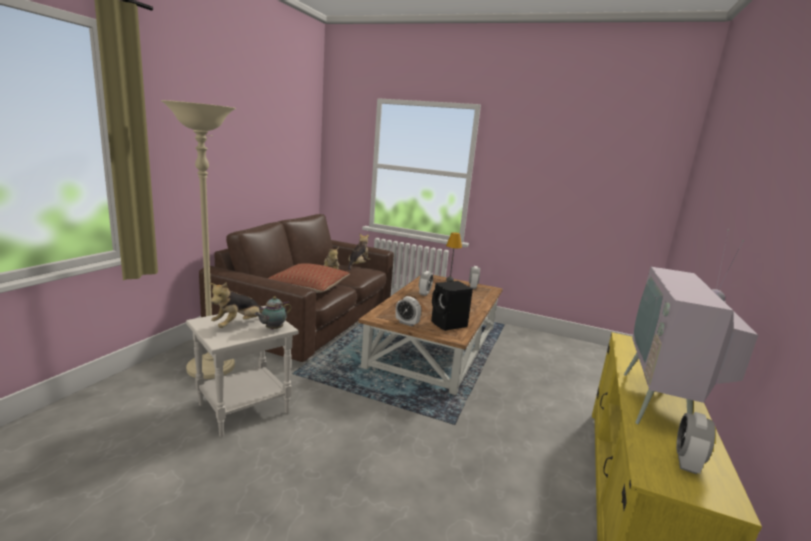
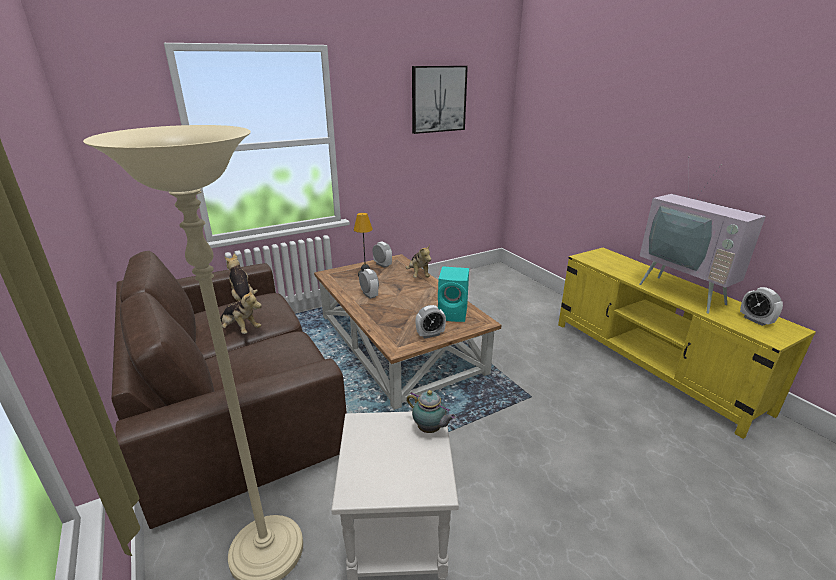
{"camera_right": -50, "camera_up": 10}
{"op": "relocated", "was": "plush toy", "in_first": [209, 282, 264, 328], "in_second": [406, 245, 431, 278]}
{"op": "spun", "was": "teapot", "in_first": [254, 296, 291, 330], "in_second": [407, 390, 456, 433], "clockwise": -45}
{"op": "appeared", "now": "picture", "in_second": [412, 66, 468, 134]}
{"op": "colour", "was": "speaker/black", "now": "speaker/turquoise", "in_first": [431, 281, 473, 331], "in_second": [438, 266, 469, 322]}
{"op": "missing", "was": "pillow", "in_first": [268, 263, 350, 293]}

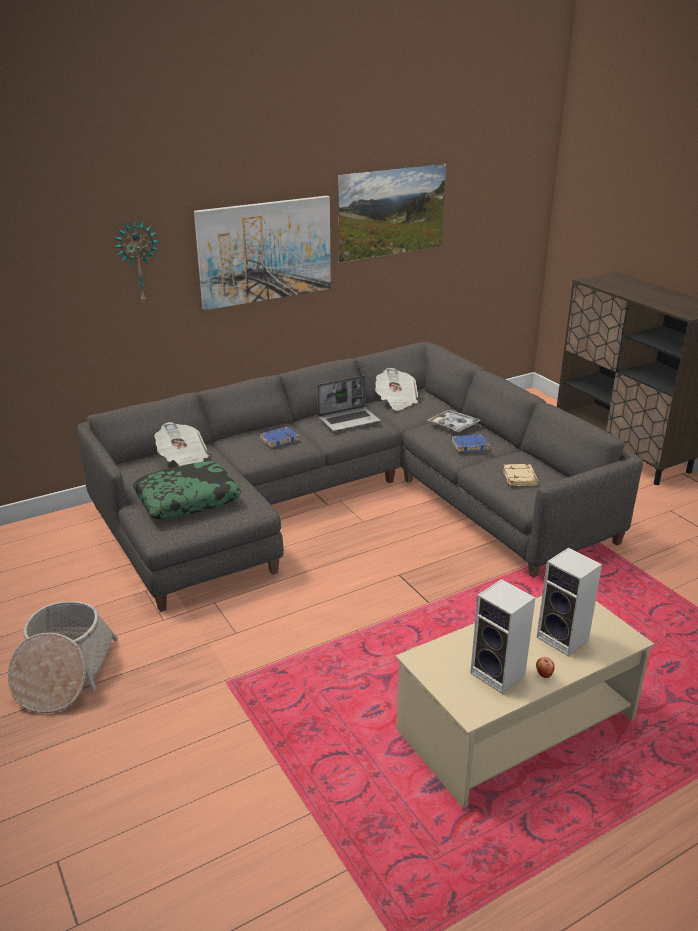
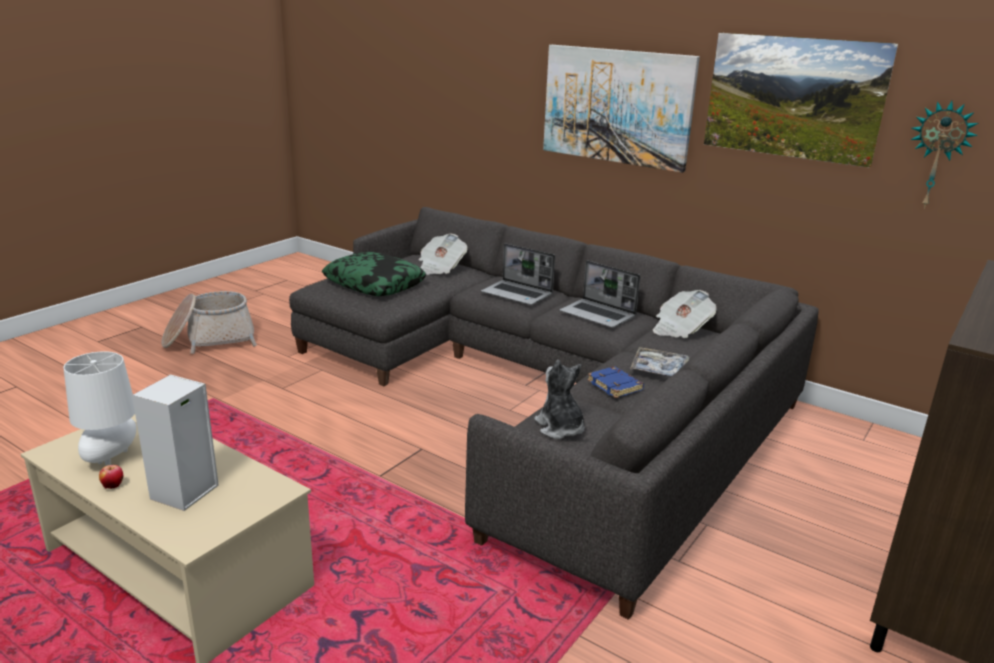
{"camera_right": 65, "camera_up": -5}
{"op": "exchanged", "was": "speaker", "now": "table lamp/white", "in_first": [470, 579, 536, 694], "in_second": [64, 351, 136, 466]}
{"op": "exchanged", "was": "book/blue", "now": "laptop", "in_first": [259, 427, 299, 448], "in_second": [481, 243, 555, 305]}
{"op": "exchanged", "was": "book/beige", "now": "plush toy", "in_first": [503, 464, 539, 486], "in_second": [534, 360, 585, 439]}
{"op": "relocated", "was": "wall clock", "in_first": [114, 220, 159, 302], "in_second": [911, 101, 978, 209]}

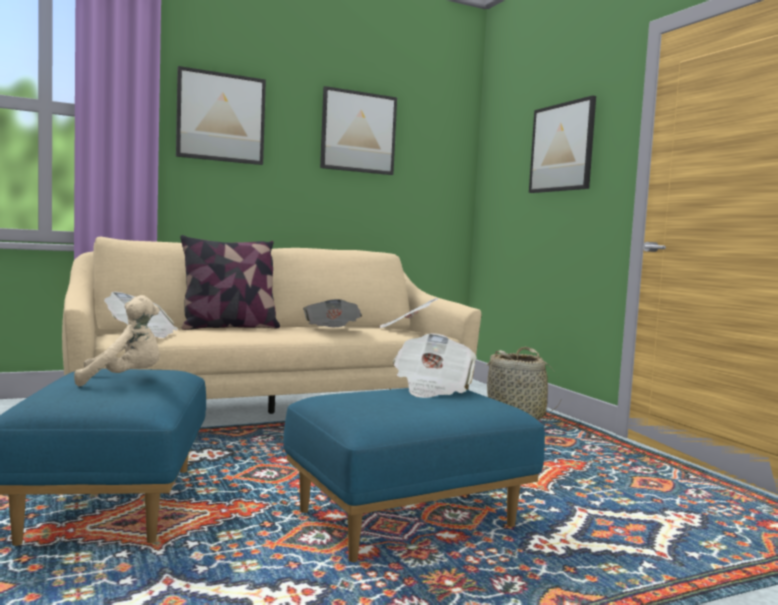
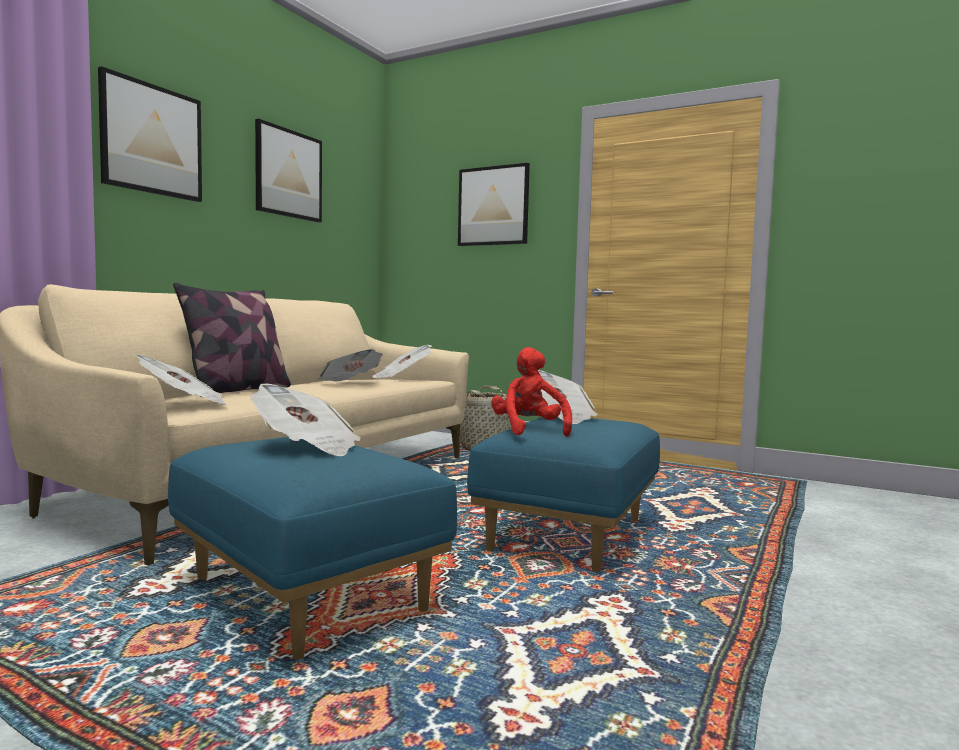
{"camera_right": -35, "camera_up": 0}
{"op": "exchanged", "was": "plush toy/beige", "now": "newspaper", "in_first": [74, 295, 160, 387], "in_second": [250, 384, 361, 456]}
{"op": "appeared", "now": "plush toy/red", "in_second": [491, 347, 572, 437]}

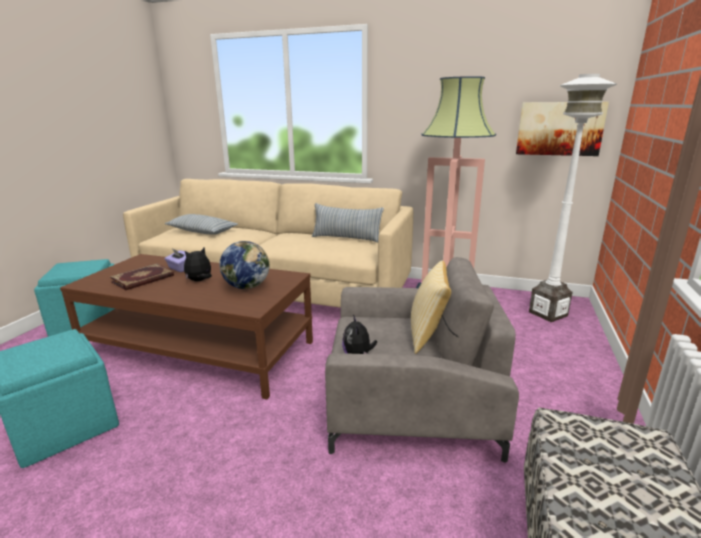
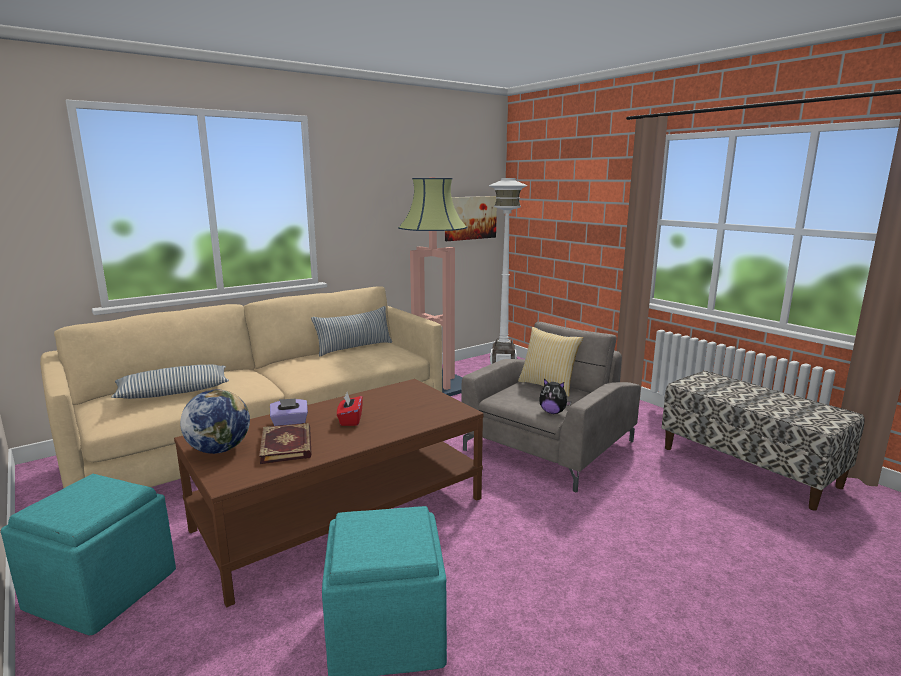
{"camera_right": -55, "camera_up": -5}
{"op": "relocated", "was": "globe", "in_first": [219, 241, 269, 289], "in_second": [180, 389, 250, 454]}
{"op": "exchanged", "was": "plush toy", "now": "tissue box/red", "in_first": [184, 248, 212, 281], "in_second": [337, 392, 363, 426]}

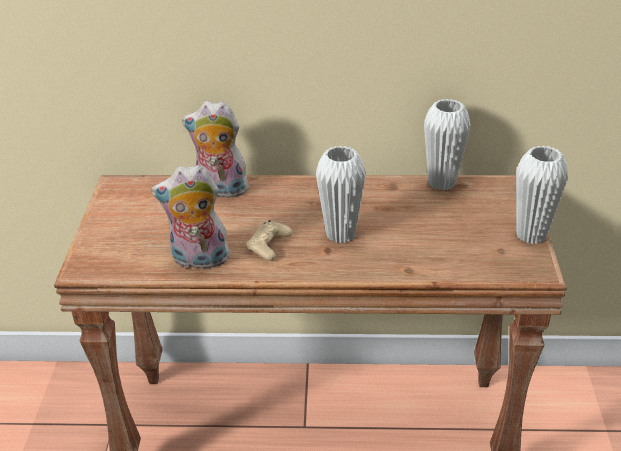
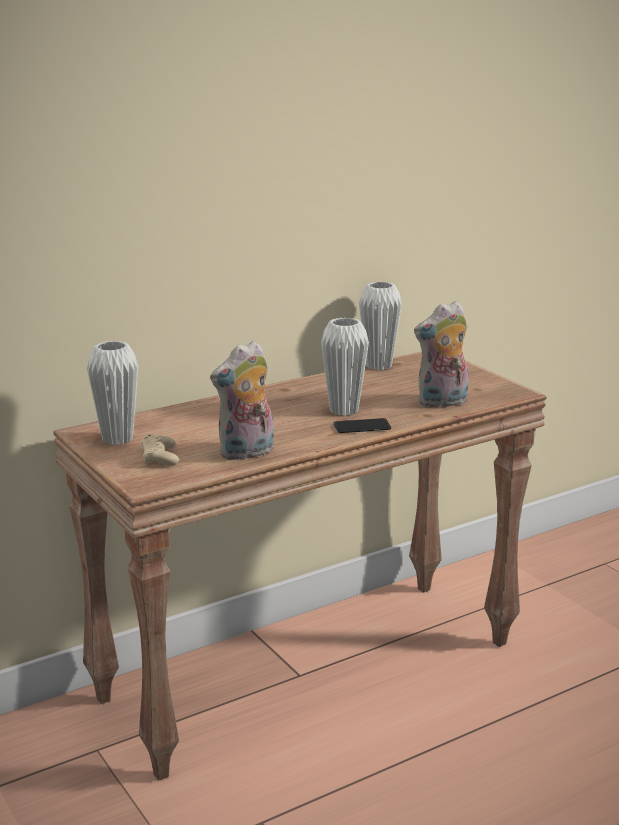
{"camera_right": -35, "camera_up": -15}
{"op": "relocated", "was": "vase/white", "in_first": [516, 145, 568, 244], "in_second": [87, 341, 138, 445]}
{"op": "relocated", "was": "game controller/beige", "in_first": [247, 220, 293, 261], "in_second": [141, 435, 179, 465]}
{"op": "appeared", "now": "phone", "in_second": [334, 418, 391, 433]}
{"op": "relocated", "was": "plush toy", "in_first": [182, 101, 251, 198], "in_second": [414, 301, 469, 408]}

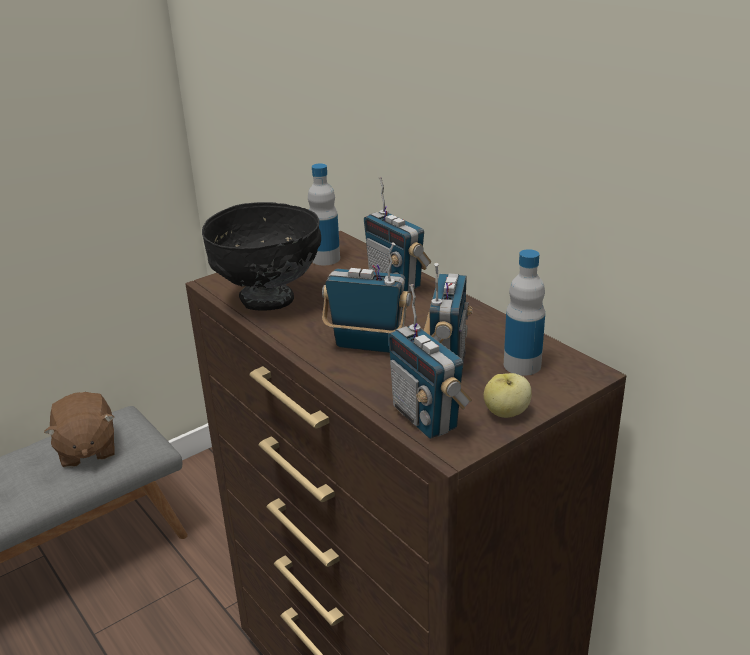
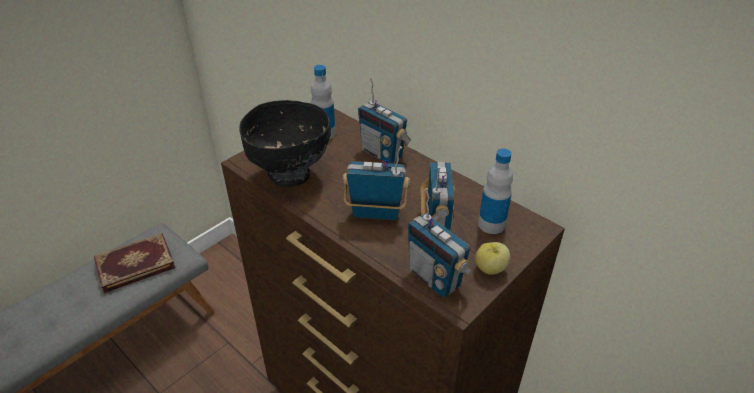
{"camera_right": -10, "camera_up": 10}
{"op": "exchanged", "was": "plush toy/brown", "now": "book", "in_first": [44, 392, 115, 468], "in_second": [94, 233, 176, 293]}

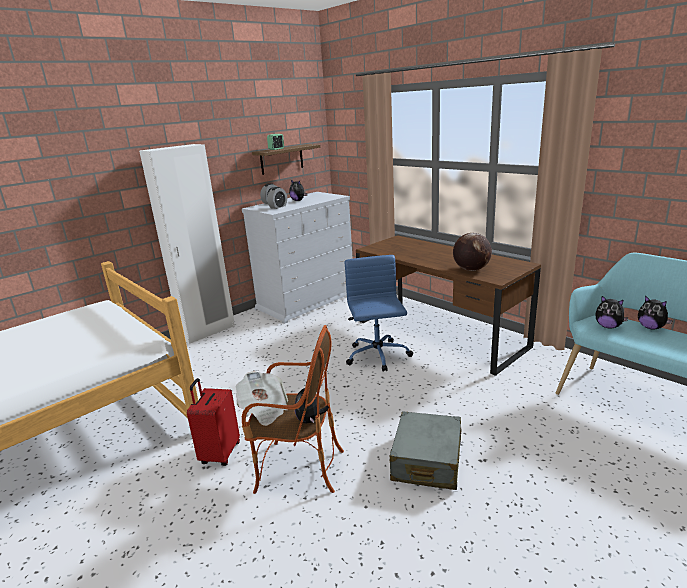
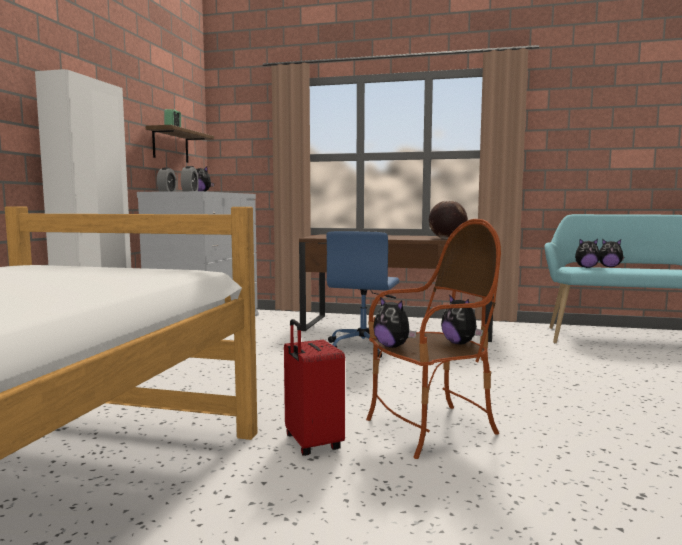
{"camera_right": -35, "camera_up": -15}
{"op": "spun", "was": "office chair/blue", "in_first": [345, 255, 413, 372], "in_second": [326, 231, 399, 358], "clockwise": -120}
{"op": "exchanged", "was": "newspaper", "now": "plush toy", "in_first": [236, 371, 288, 426], "in_second": [373, 297, 417, 348]}
{"op": "missing", "was": "suitcase/grey", "in_first": [390, 411, 462, 490]}

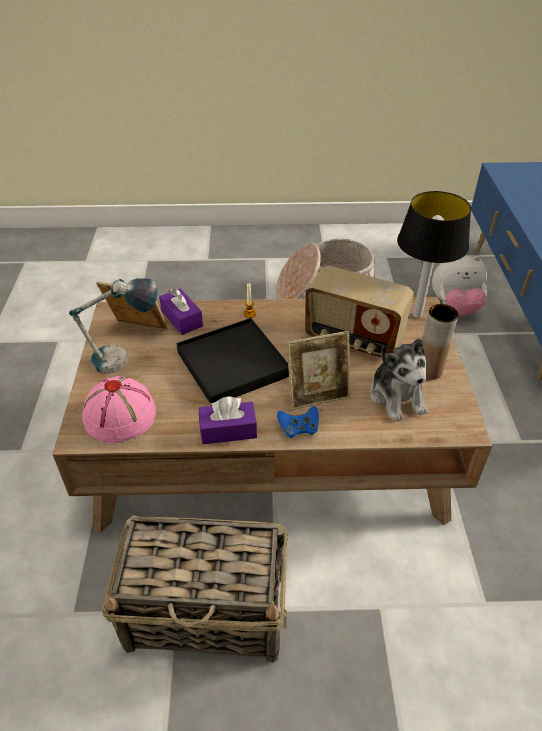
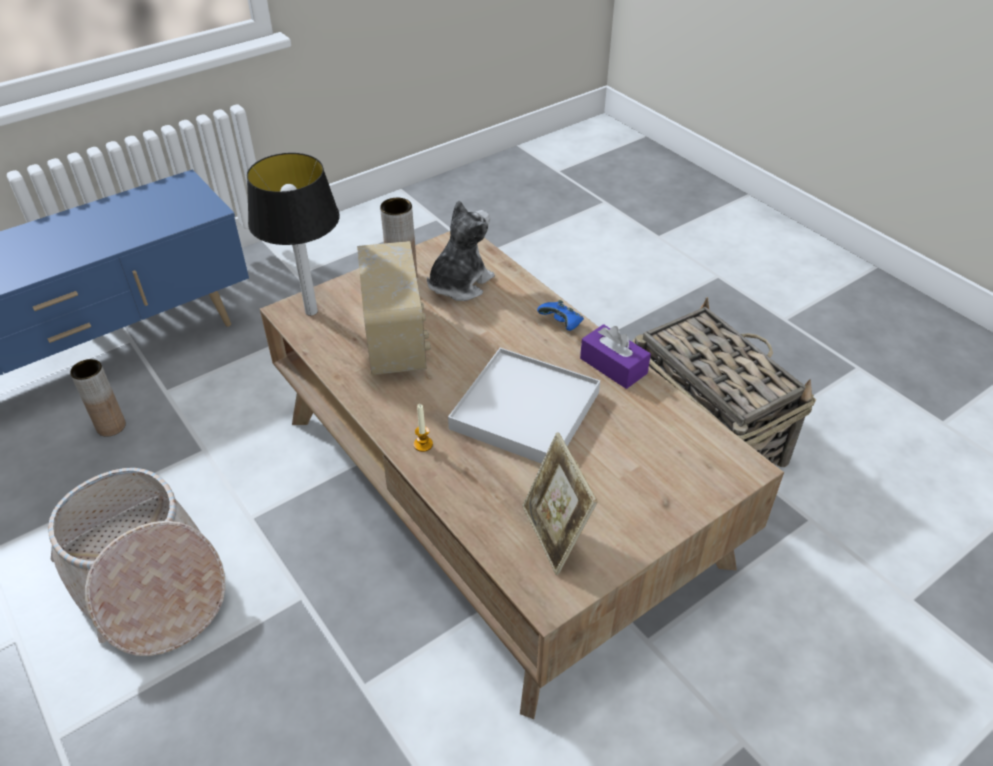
{"camera_right": -125, "camera_up": 0}
{"op": "exchanged", "was": "plush toy", "now": "vase/brown", "in_first": [432, 255, 488, 316], "in_second": [70, 359, 126, 437]}
{"op": "colour", "was": "tray/black", "now": "tray/white", "in_first": [176, 318, 289, 406], "in_second": [448, 348, 600, 464]}
{"op": "missing", "was": "table lamp", "in_first": [69, 278, 158, 374]}
{"op": "missing", "was": "hat/pink", "in_first": [82, 376, 156, 443]}
{"op": "missing", "was": "tissue box/purple", "in_first": [159, 288, 203, 335]}
{"op": "missing", "was": "picture frame", "in_first": [287, 331, 350, 410]}

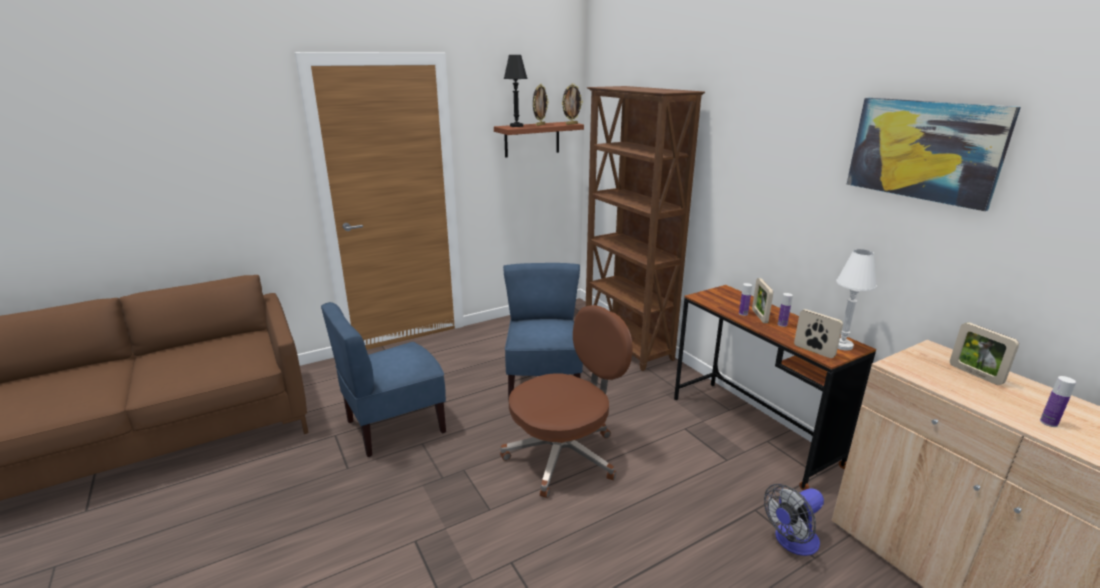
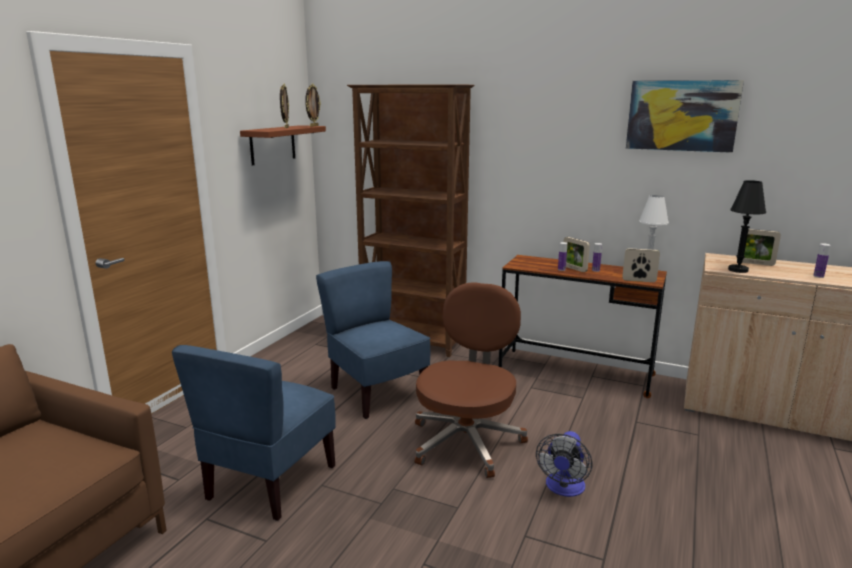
{"camera_right": -35, "camera_up": -5}
{"op": "relocated", "was": "fan", "in_first": [764, 484, 824, 556], "in_second": [536, 431, 593, 497]}
{"op": "relocated", "was": "table lamp/black", "in_first": [504, 55, 527, 127], "in_second": [728, 180, 766, 273]}

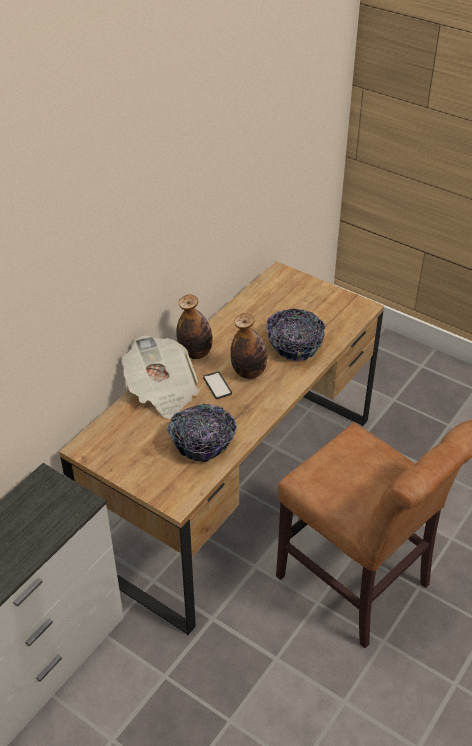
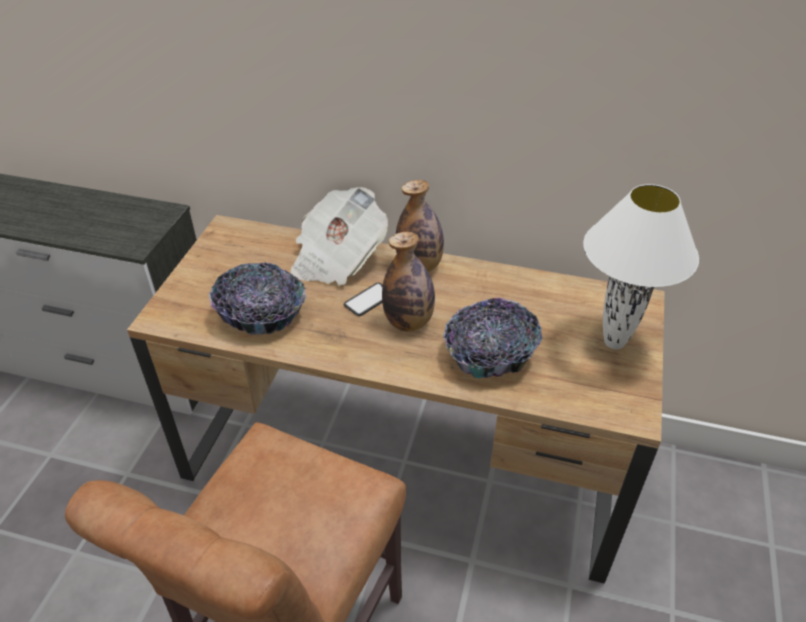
{"camera_right": 70, "camera_up": 0}
{"op": "appeared", "now": "table lamp/white", "in_second": [583, 184, 699, 349]}

